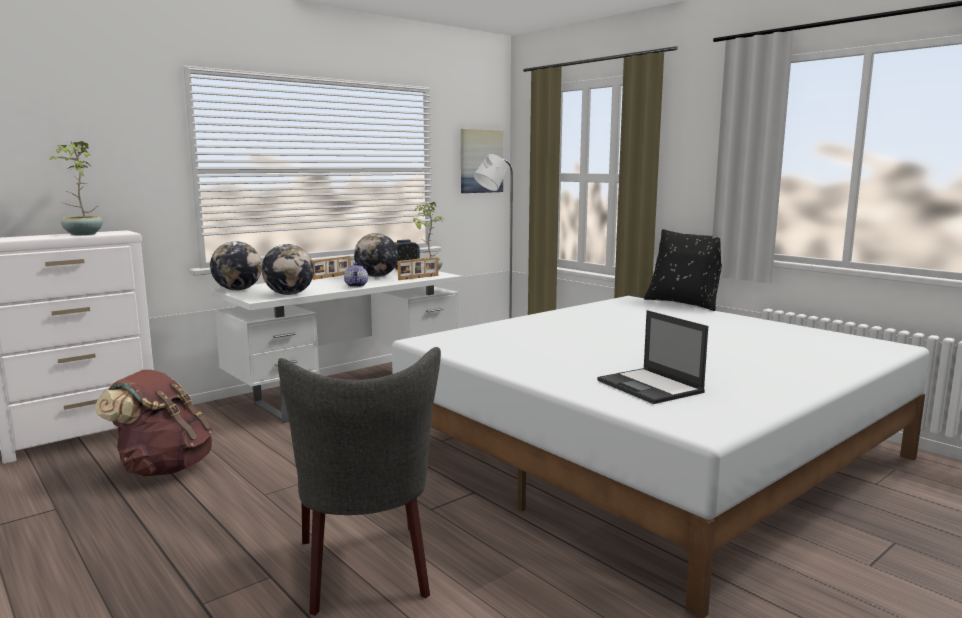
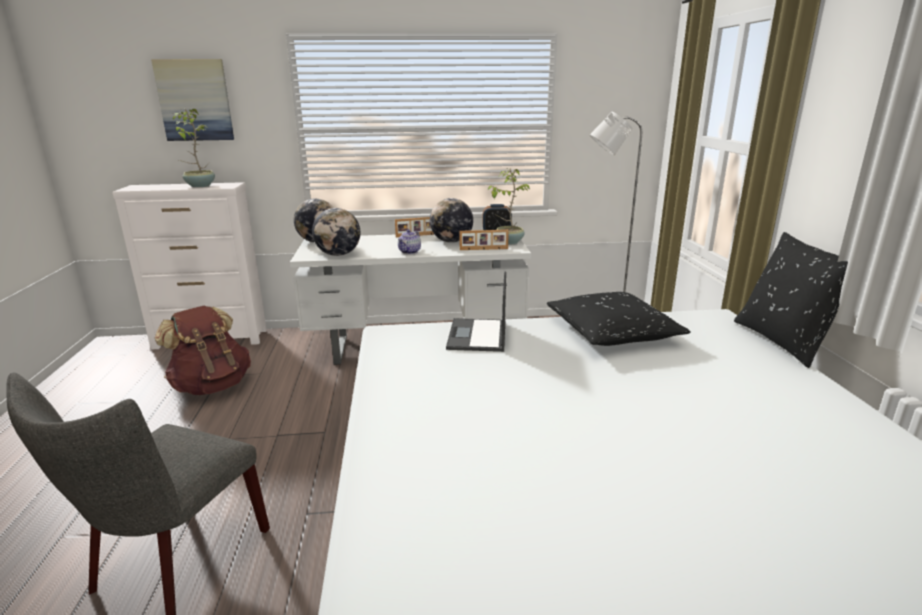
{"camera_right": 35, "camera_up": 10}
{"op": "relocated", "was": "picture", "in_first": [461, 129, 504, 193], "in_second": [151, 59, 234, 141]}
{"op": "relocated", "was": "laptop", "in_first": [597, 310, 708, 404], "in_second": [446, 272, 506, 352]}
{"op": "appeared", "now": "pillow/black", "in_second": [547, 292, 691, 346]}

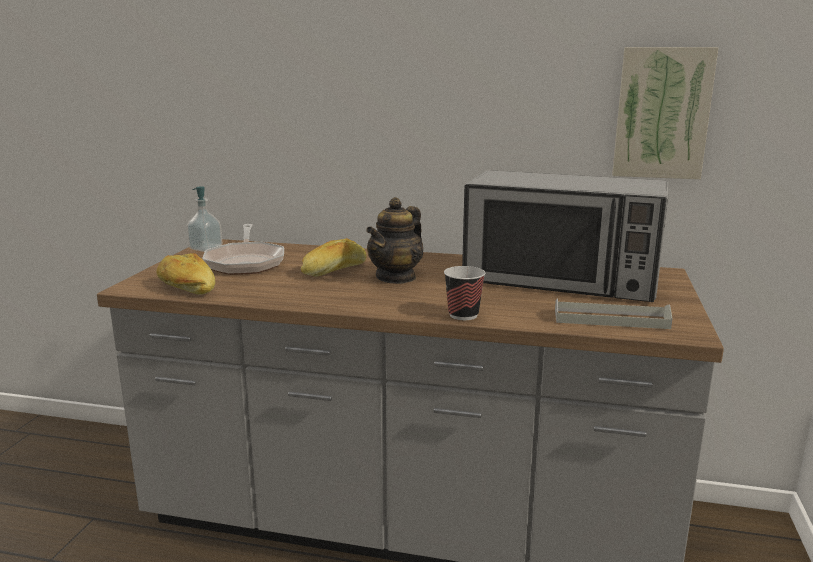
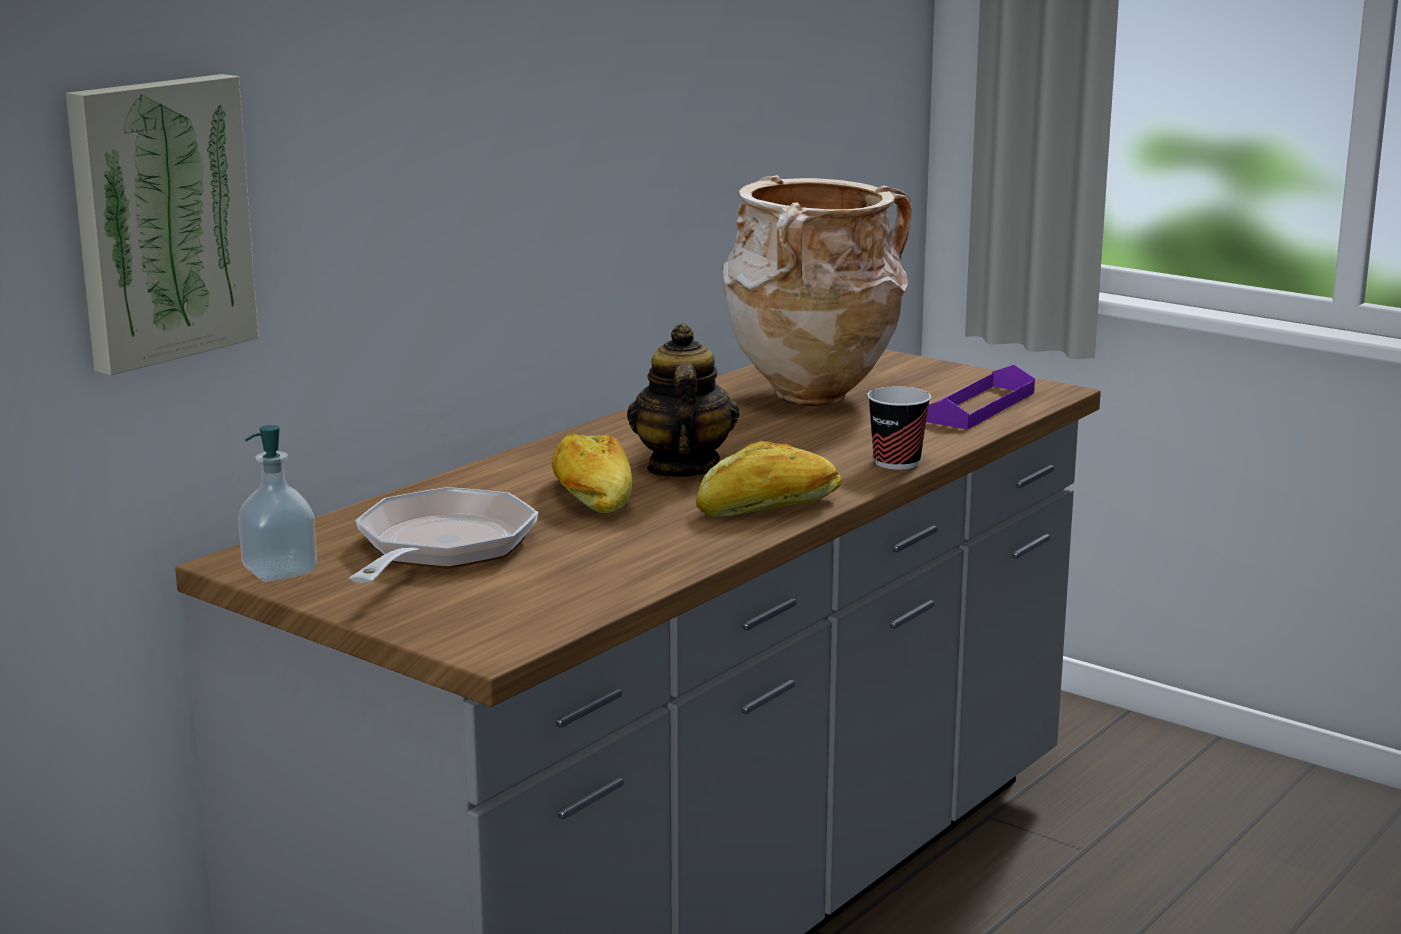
{"camera_right": -65, "camera_up": 0}
{"op": "relocated", "was": "picture", "in_first": [612, 47, 719, 179], "in_second": [66, 74, 259, 376]}
{"op": "spun", "was": "frying pan", "in_first": [202, 224, 284, 275], "in_second": [349, 487, 538, 583], "clockwise": -90}
{"op": "spun", "was": "teapot", "in_first": [366, 197, 423, 284], "in_second": [627, 323, 739, 478], "clockwise": -150}
{"op": "relocated", "was": "bread", "in_first": [156, 253, 215, 295], "in_second": [696, 441, 841, 517]}
{"op": "exchanged", "was": "microwave", "now": "vase/beige", "in_first": [462, 170, 669, 302], "in_second": [722, 175, 912, 406]}
{"op": "colour", "was": "tray/grey", "now": "tray/purple", "in_first": [555, 299, 673, 329], "in_second": [926, 365, 1035, 430]}

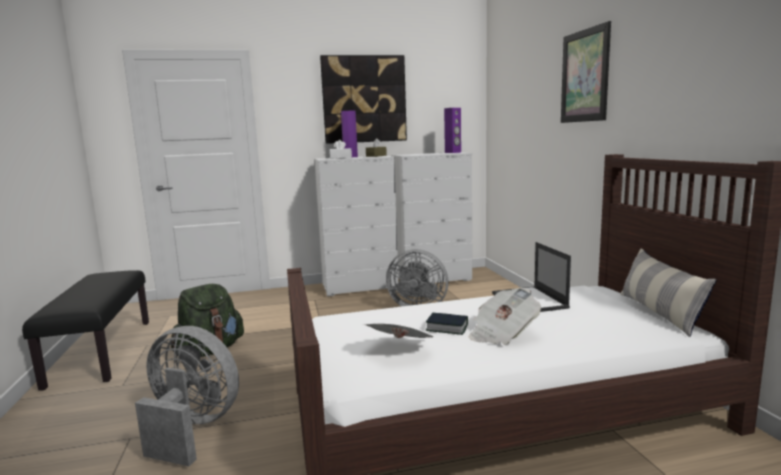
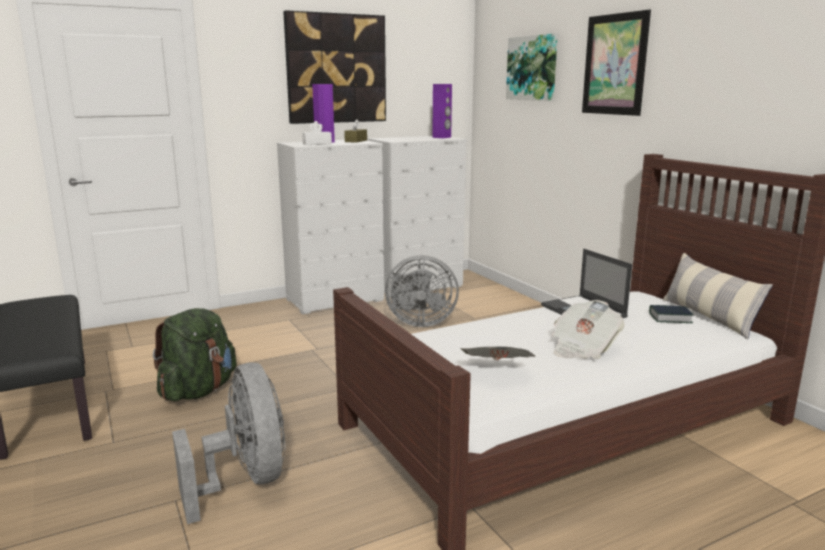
{"camera_right": -15, "camera_up": 5}
{"op": "spun", "was": "fan/grey", "in_first": [135, 326, 239, 466], "in_second": [172, 363, 286, 524], "clockwise": 60}
{"op": "appeared", "now": "picture", "in_second": [506, 33, 558, 101]}
{"op": "relocated", "was": "book", "in_first": [426, 313, 468, 335], "in_second": [649, 305, 693, 323]}

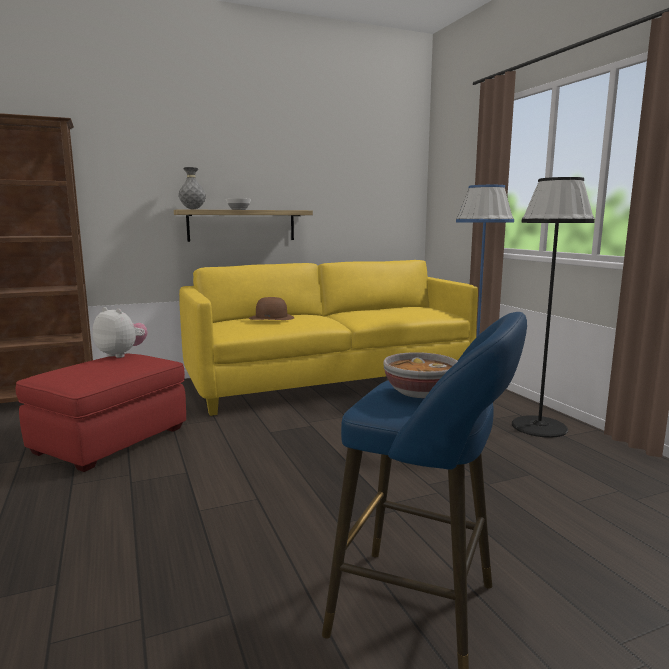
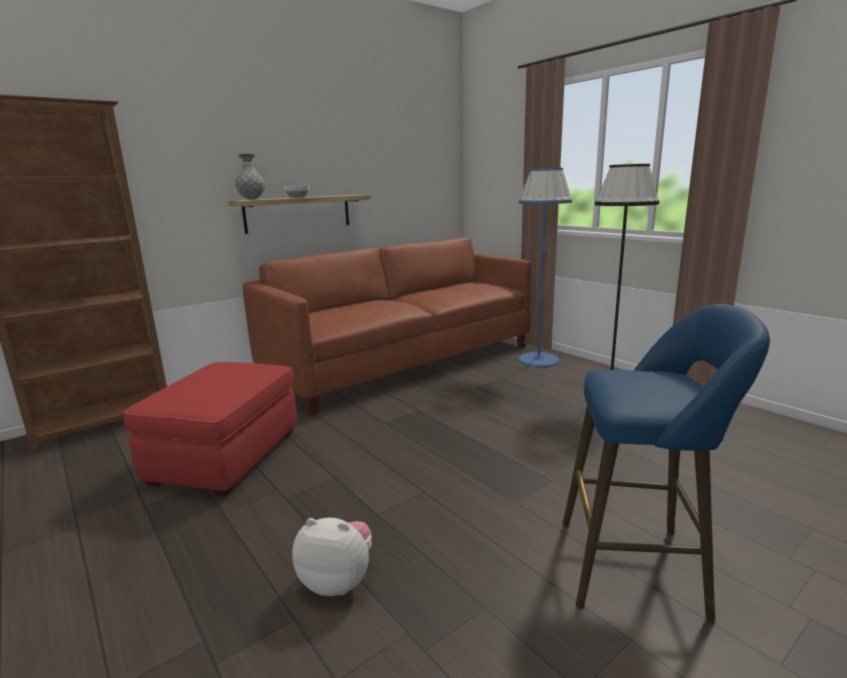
{"camera_right": -15, "camera_up": 5}
{"op": "colour", "was": "sofa/yellow", "now": "sofa/brown", "in_first": [179, 260, 478, 416], "in_second": [243, 238, 531, 414]}
{"op": "relocated", "was": "plush toy", "in_first": [93, 307, 148, 358], "in_second": [292, 518, 372, 596]}
{"op": "missing", "was": "hat/brown", "in_first": [249, 297, 295, 320]}
{"op": "missing", "was": "bowl", "in_first": [383, 352, 458, 398]}

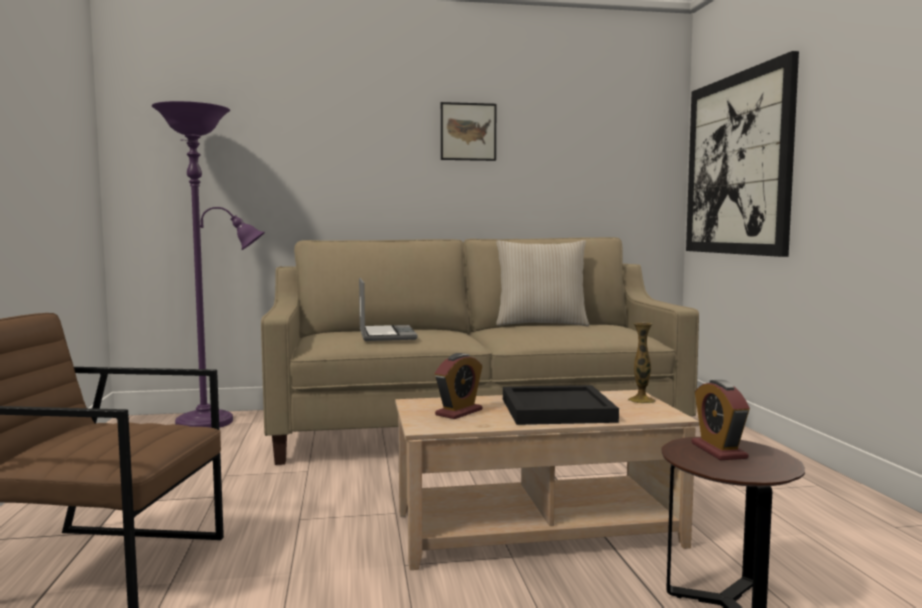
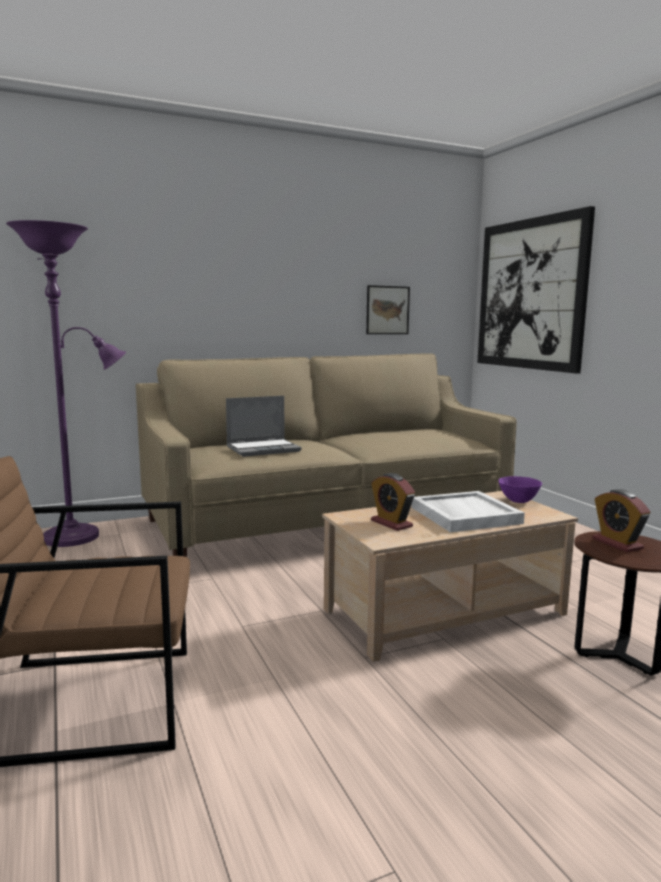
{"camera_right": -15, "camera_up": 5}
{"op": "spun", "was": "laptop", "in_first": [359, 278, 418, 341], "in_second": [226, 396, 302, 457], "clockwise": 90}
{"op": "relocated", "was": "picture", "in_first": [441, 102, 496, 161], "in_second": [366, 285, 410, 334]}
{"op": "spun", "was": "alarm clock", "in_first": [435, 353, 483, 419], "in_second": [371, 473, 415, 531], "clockwise": 120}
{"op": "colour", "was": "tray/black", "now": "tray/white", "in_first": [503, 385, 619, 425], "in_second": [411, 491, 525, 532]}
{"op": "exchanged", "was": "vase", "now": "bowl/purple", "in_first": [628, 323, 656, 404], "in_second": [499, 476, 542, 503]}
{"op": "missing", "was": "pillow/beige", "in_first": [496, 240, 589, 326]}

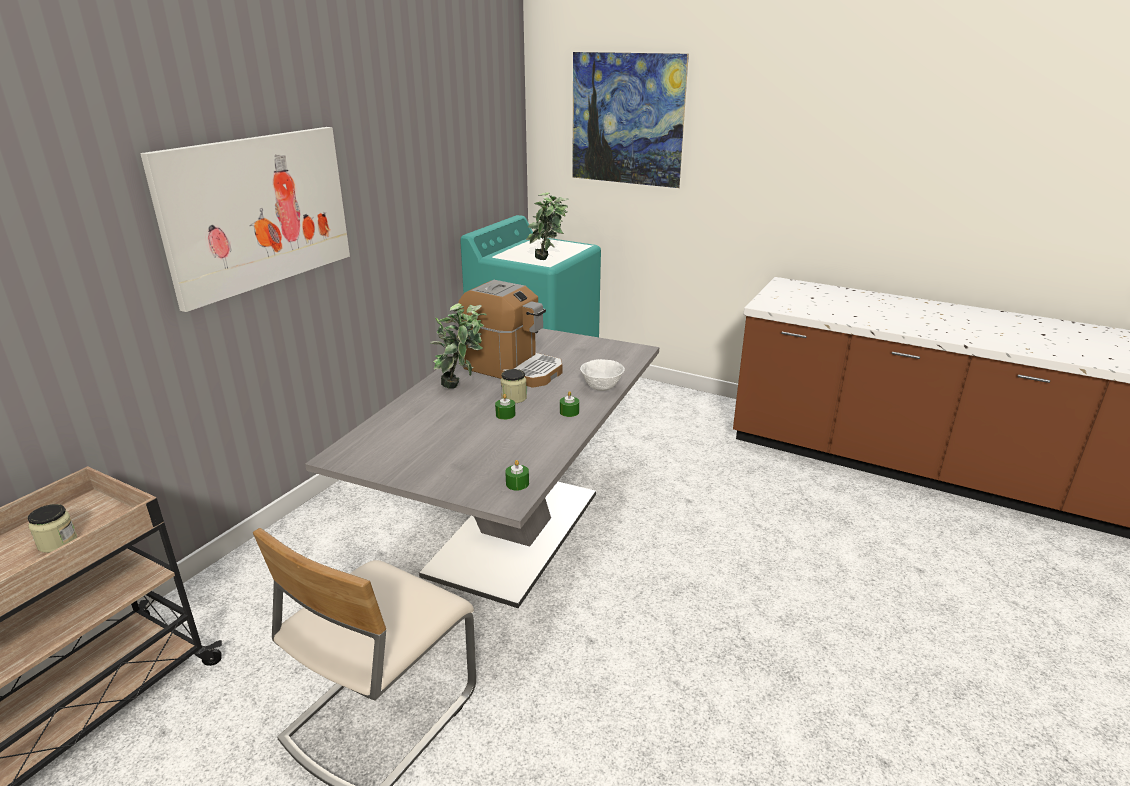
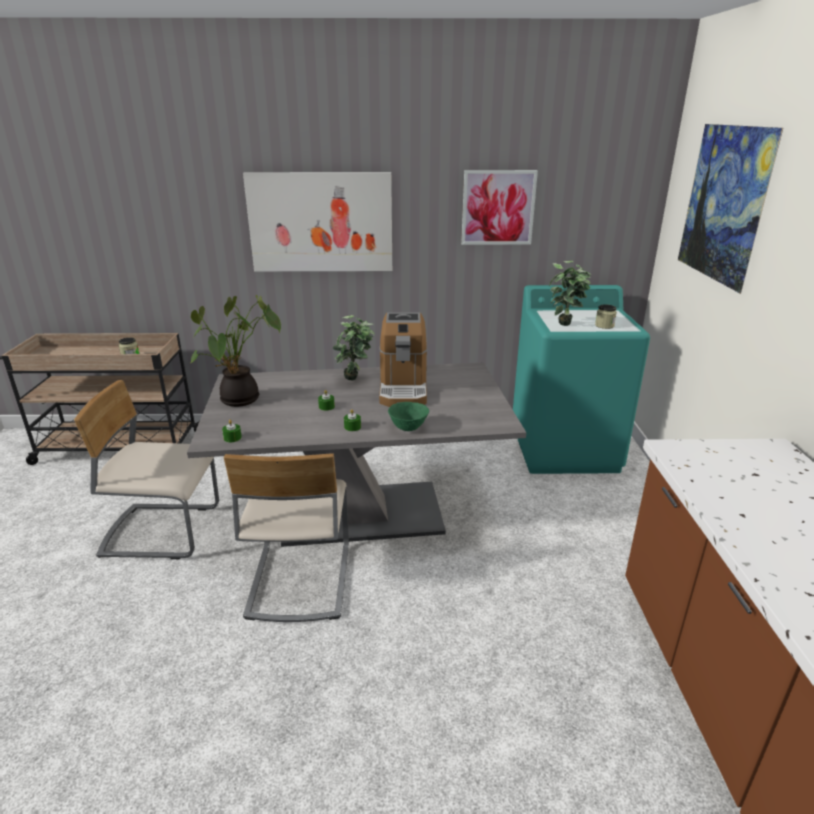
{"camera_right": 60, "camera_up": 0}
{"op": "appeared", "now": "potted plant", "in_second": [191, 295, 281, 407]}
{"op": "appeared", "now": "chair/beige", "in_second": [224, 453, 349, 622]}
{"op": "colour", "was": "bowl/white", "now": "bowl/green", "in_first": [580, 359, 625, 391], "in_second": [388, 402, 429, 431]}
{"op": "appeared", "now": "picture", "in_second": [461, 170, 538, 245]}
{"op": "relocated", "was": "jar", "in_first": [501, 369, 527, 403], "in_second": [595, 304, 617, 329]}

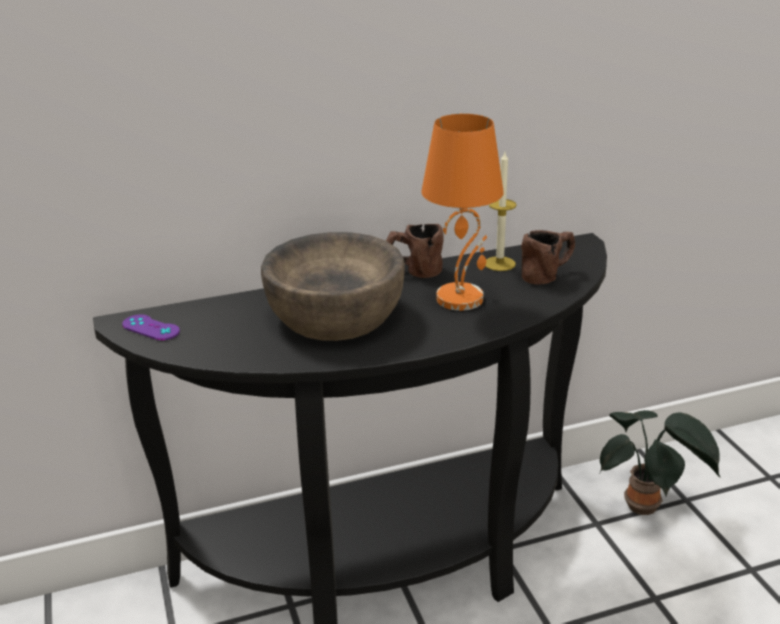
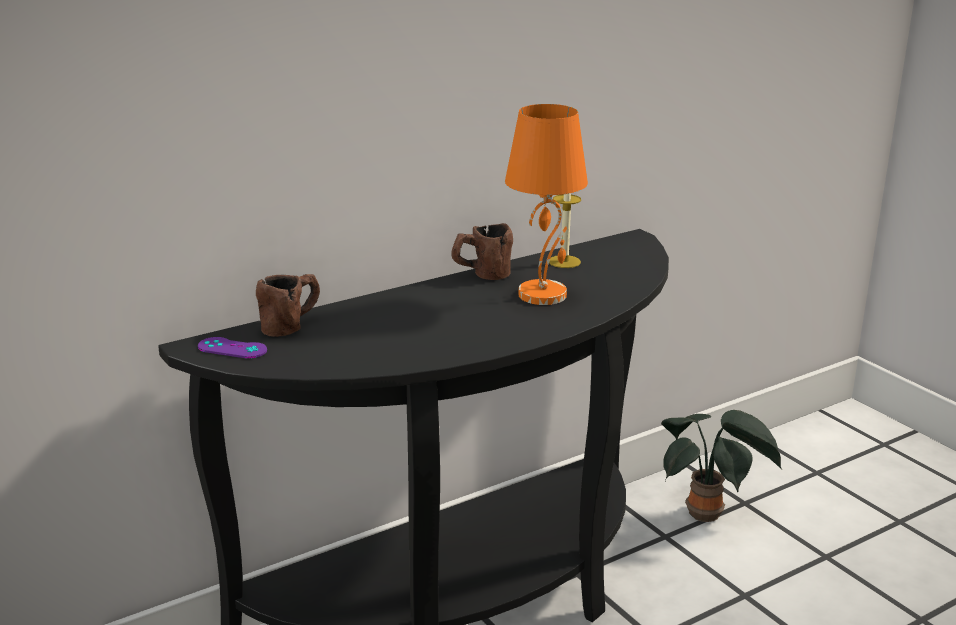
{"camera_right": -15, "camera_up": -5}
{"op": "relocated", "was": "mug/brown", "in_first": [521, 230, 575, 285], "in_second": [256, 274, 320, 337]}
{"op": "missing", "was": "bowl/brown", "in_first": [261, 232, 405, 341]}

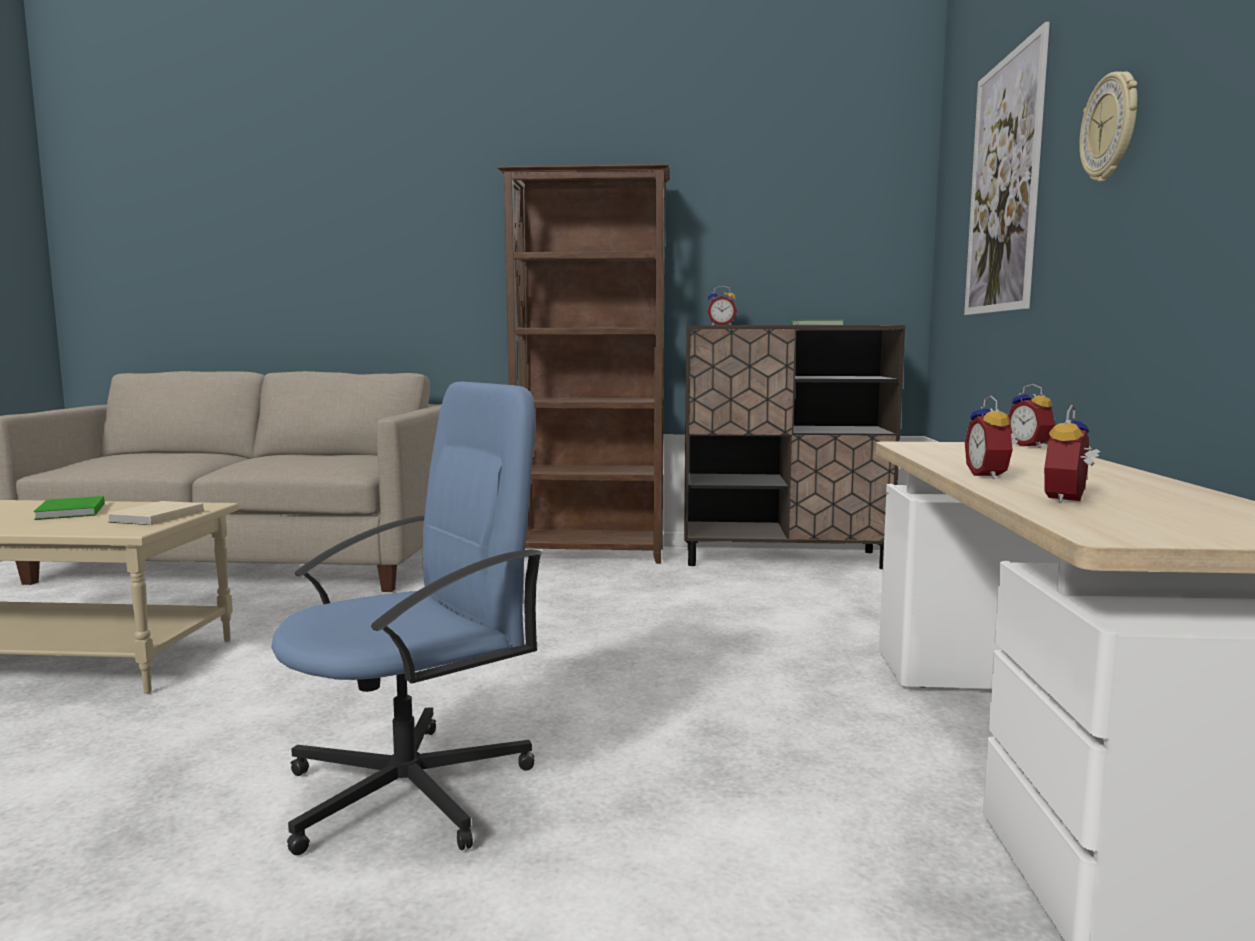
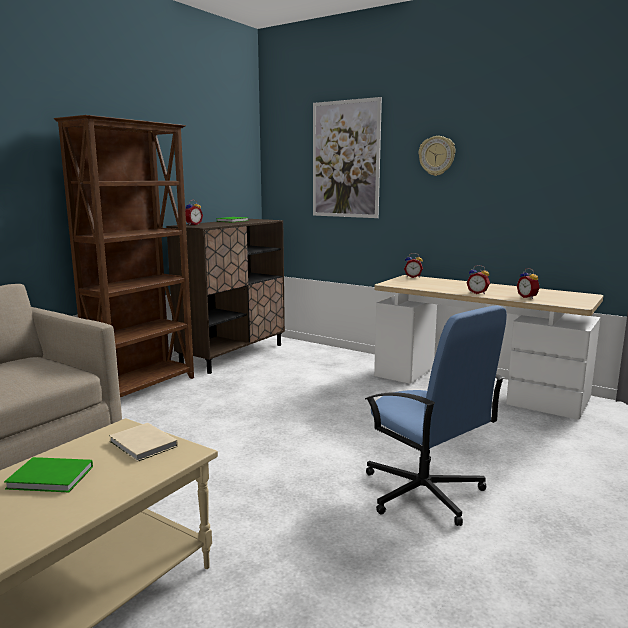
{"camera_right": -60, "camera_up": 5}
{"op": "spun", "was": "office chair/blue", "in_first": [271, 382, 543, 855], "in_second": [365, 305, 507, 526], "clockwise": 150}

